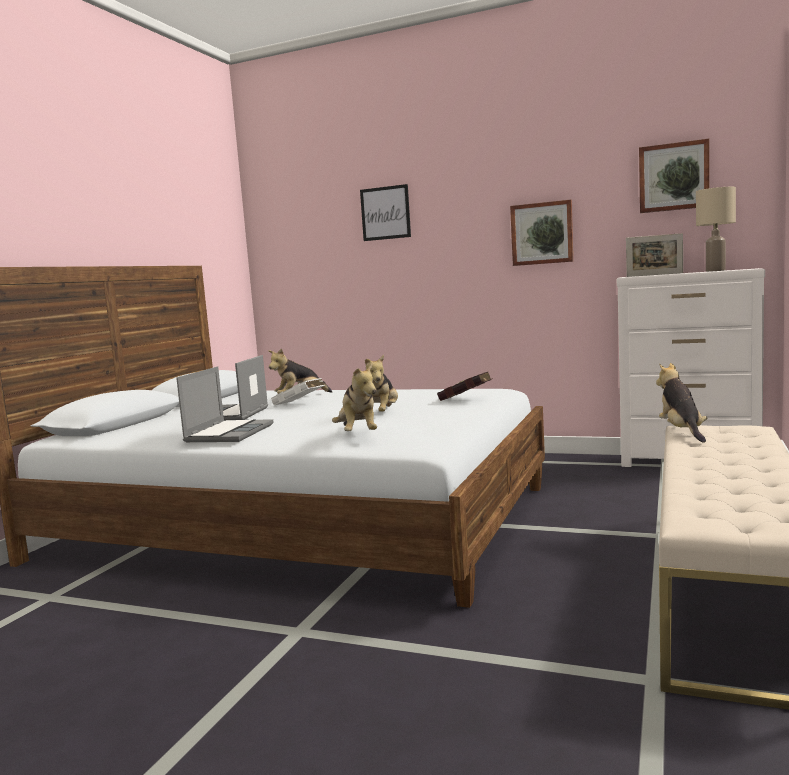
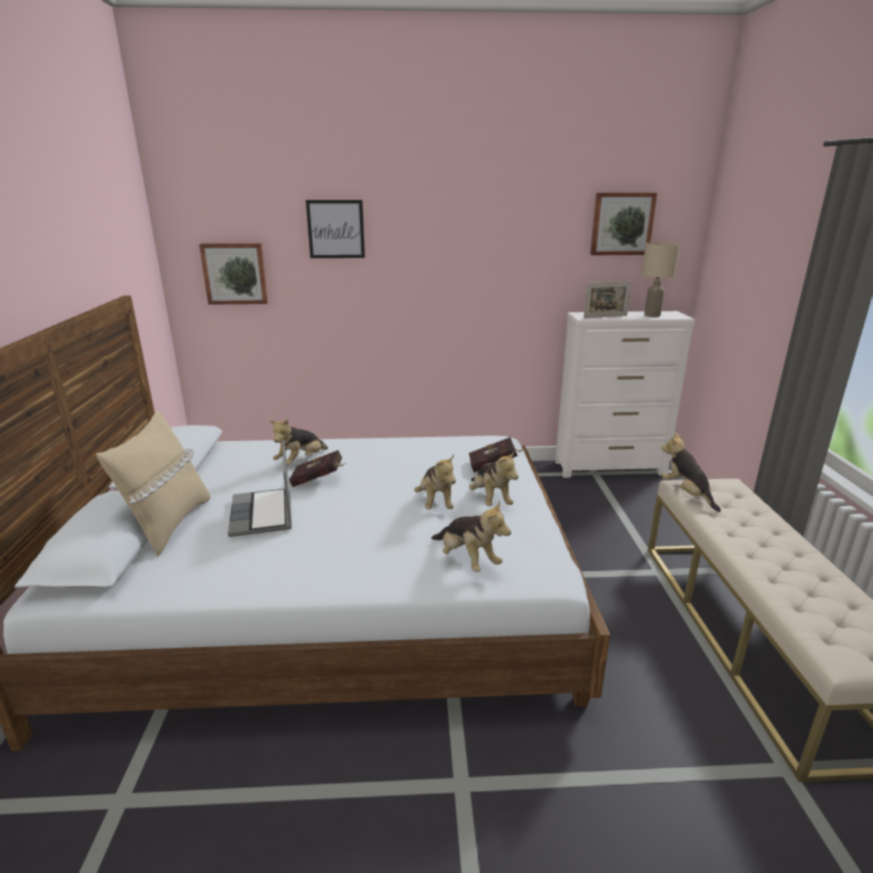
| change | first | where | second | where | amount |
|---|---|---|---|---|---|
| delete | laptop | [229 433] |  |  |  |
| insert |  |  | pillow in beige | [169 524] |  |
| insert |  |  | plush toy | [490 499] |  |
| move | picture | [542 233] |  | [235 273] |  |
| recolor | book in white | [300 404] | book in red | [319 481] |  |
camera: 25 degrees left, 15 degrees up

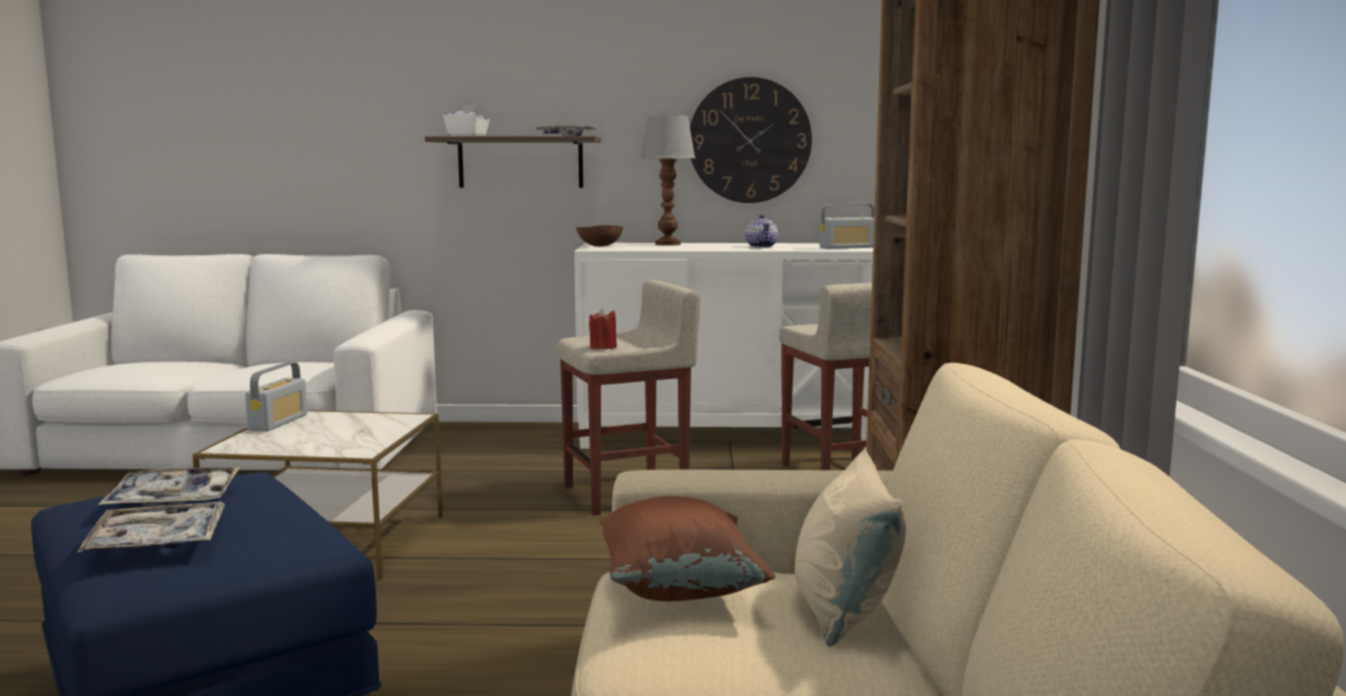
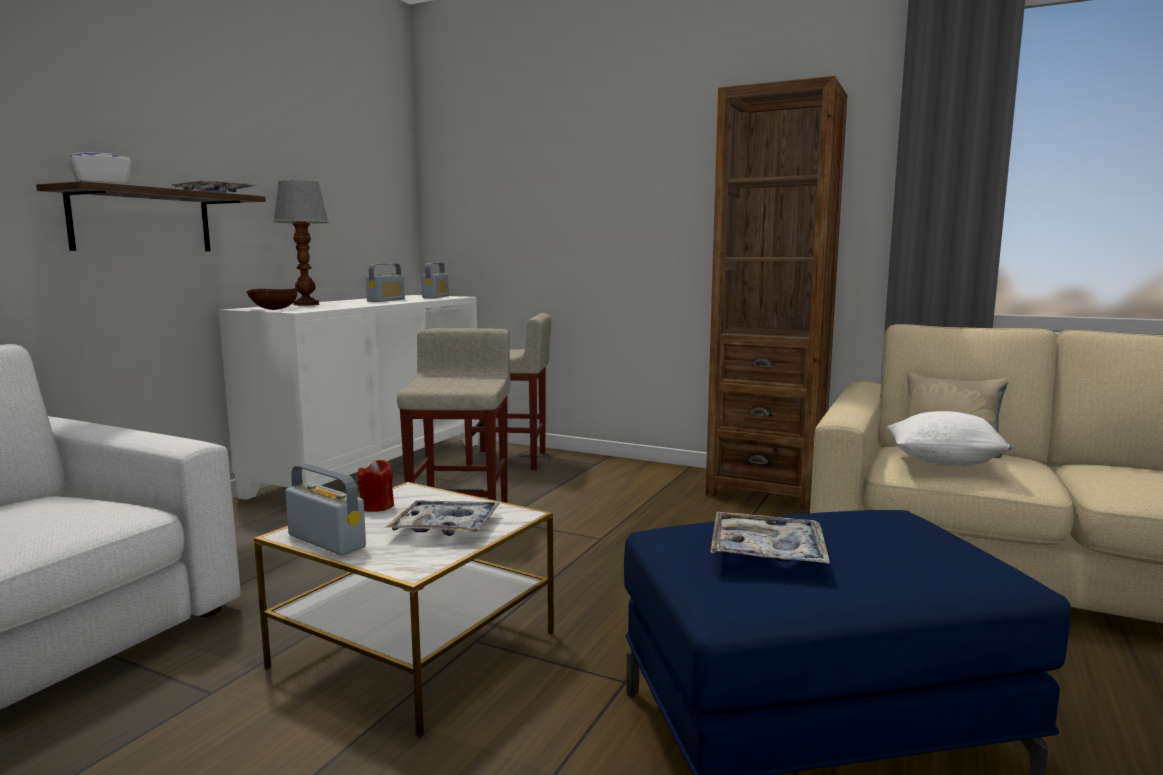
| change | first | where | second | where | amount |
|---|---|---|---|---|---|
| delete | wall clock | [749 140] |  |  |  |
| move | tray | [158 542] |  | [446 527] |  |
| move | candle in red | [603 347] |  | [377 506] |  |
| replace | teapot | [762 246] | radio | [386 300] |  |
| recolor | pillow in brown | [679 589] | pillow in white | [944 462] |  |
camera: 65 degrees left, 0 degrees up

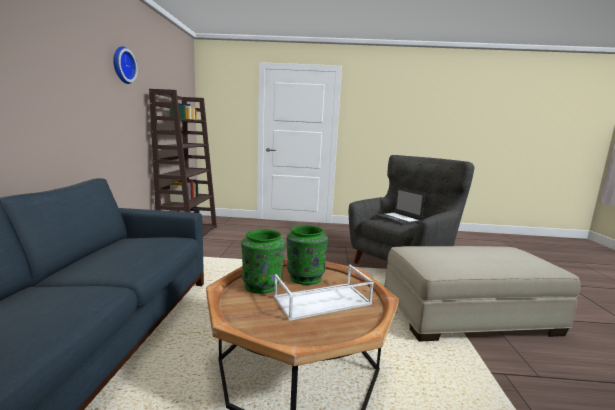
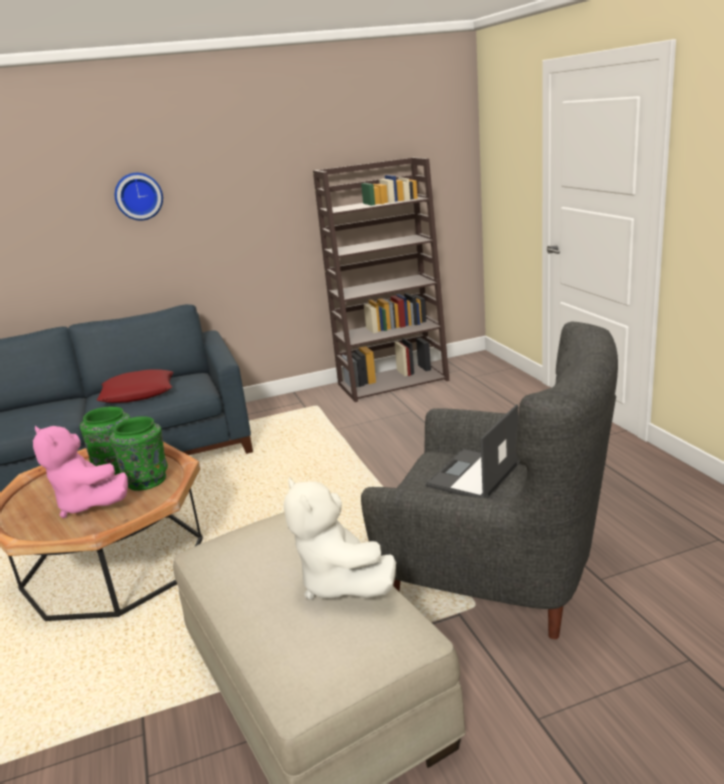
| change | first | where | second | where | amount |
|---|---|---|---|---|---|
| insert |  |  | pillow in red | [138 393] |  |
| insert |  |  | plush toy in white | [340 583] |  |
| move | wall clock | [122 65] |  | [138 196] |  |
| replace | tray in white | [322 301] | plush toy in pink | [88 504] |  |
camera: 70 degrees right, 10 degrees up

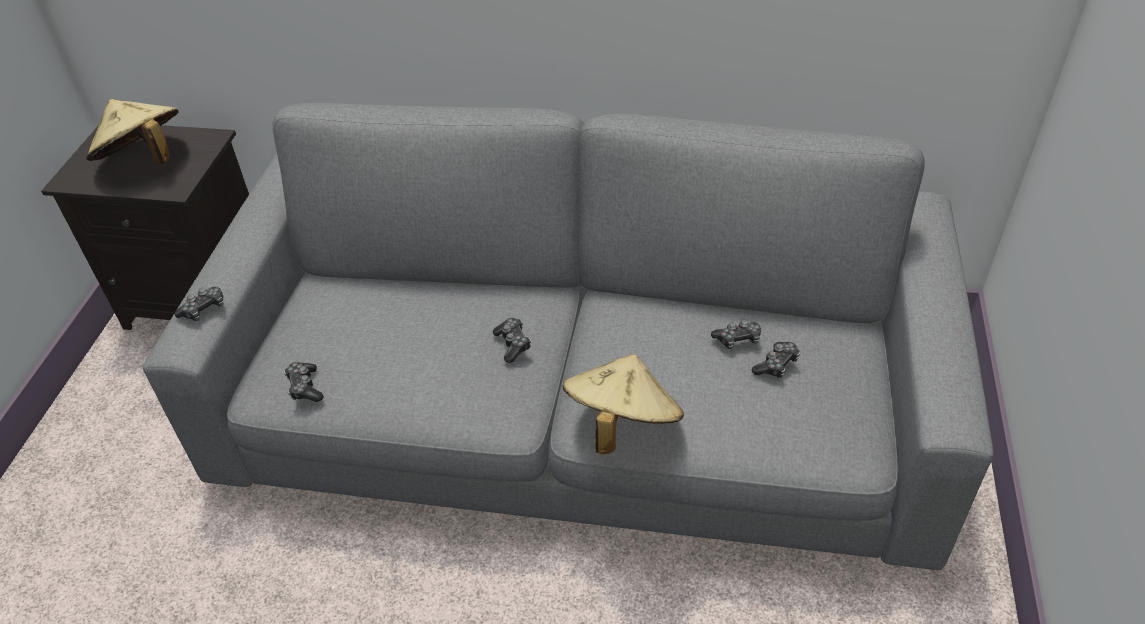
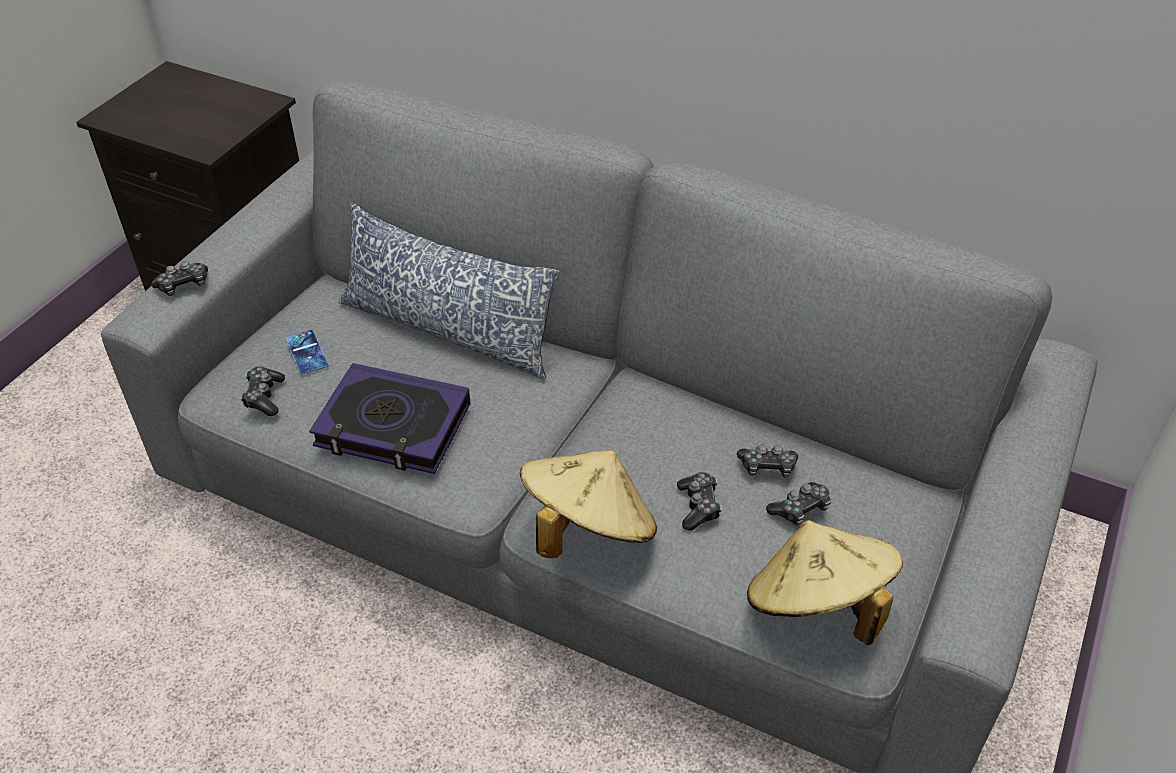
| change | first | where | second | where | amount |
|---|---|---|---|---|---|
| insert |  |  | phone | [307 352] |  |
| insert |  |  | book | [393 426] |  |
| insert |  |  | pillow | [447 330] |  |
| move | hat in beige | [144 160] |  | [816 606] |  |
| move | game controller | [513 344] |  | [698 506] |  |
camera: 15 degrees right, 0 degrees up

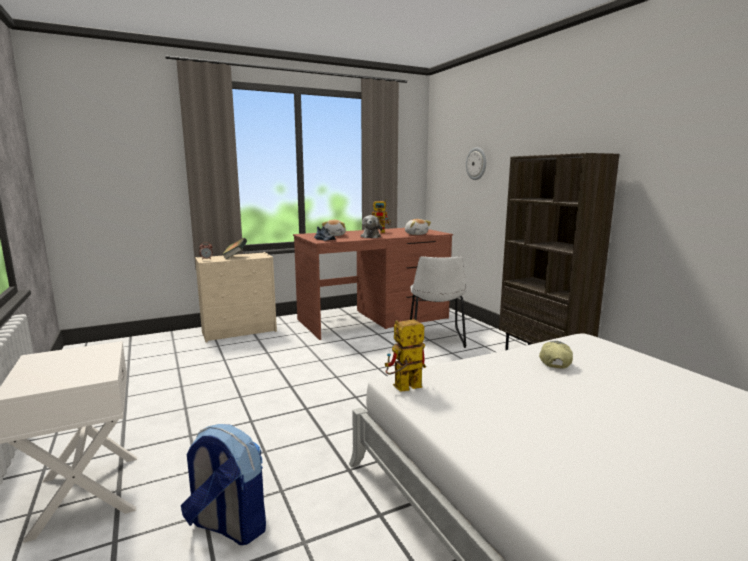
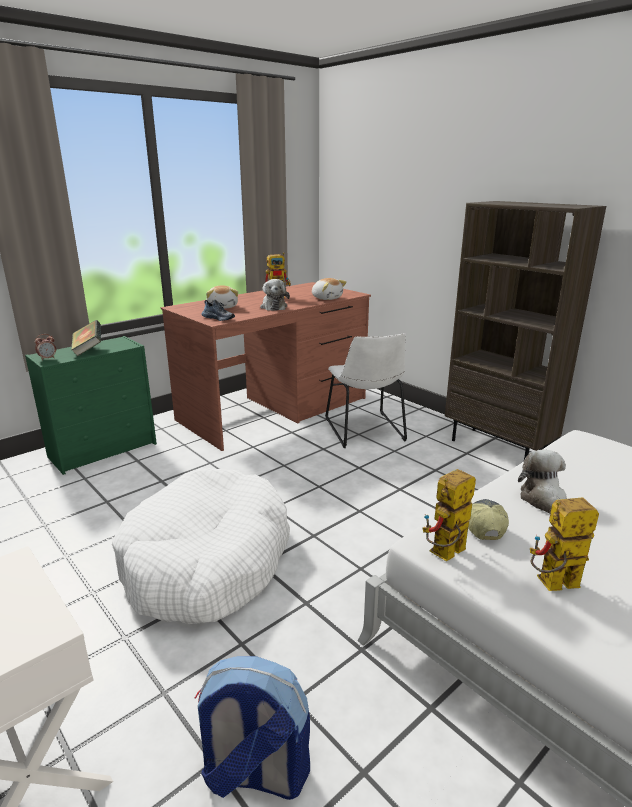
| change | first | where | second | where | amount |
|---|---|---|---|---|---|
| delete | wall clock | [476 163] |  |  |  |
| insert |  |  | dog bed in white | [207 561] |  |
| insert |  |  | plush toy | [544 501] |  |
| insert |  |  | toy robot | [552 585] |  |
| move | cap | [554 362] |  | [482 525] |  |
| recolor | dresser in beige | [240 331] | dresser in green | [104 450] |  |
camera: 15 degrees left, 10 degrees up

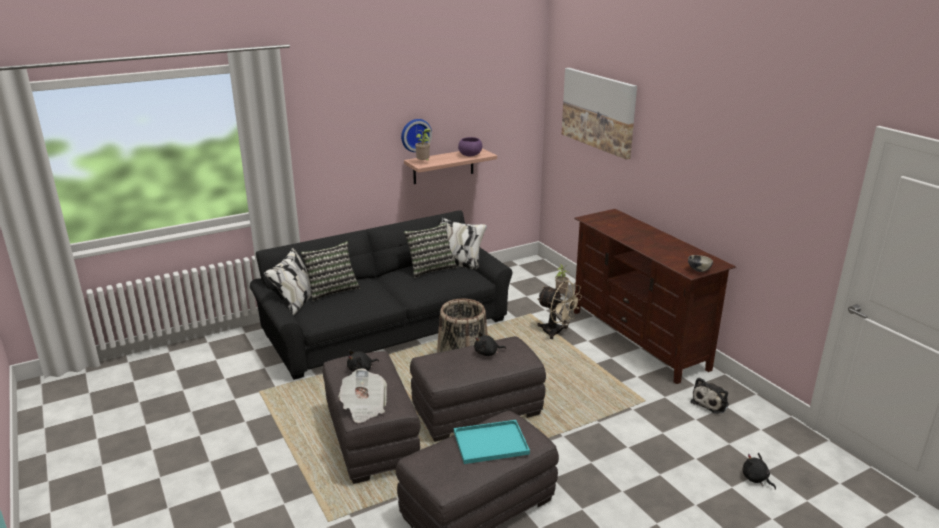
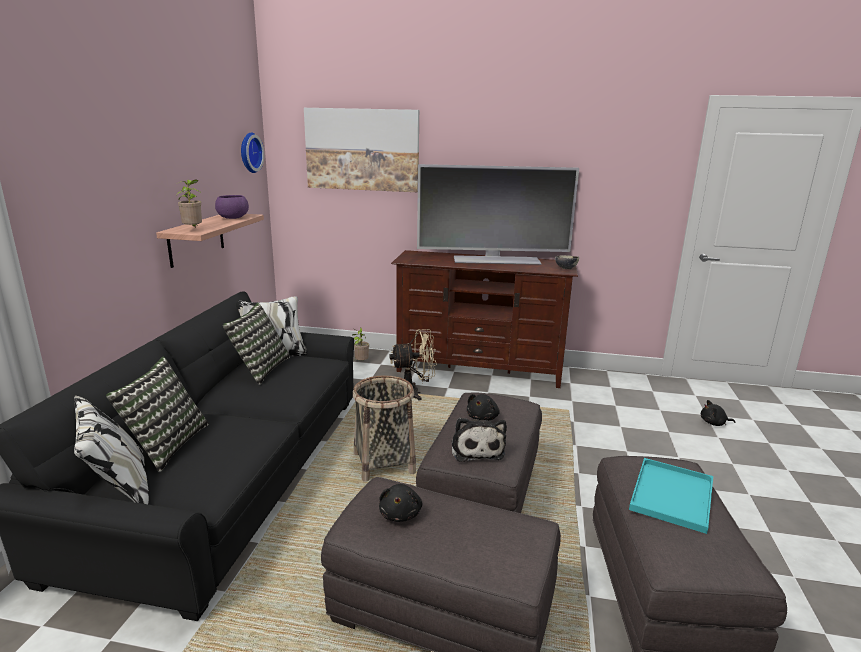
| change | first | where | second | where | amount |
|---|---|---|---|---|---|
| delete | newspaper | [364 407] |  |  |  |
| insert |  |  | television | [496 260] |  |
| move | wall clock | [415 134] |  | [249 152] |  |
| move | plush toy | [711 403] |  | [476 449] |  |
camera: 50 degrees left, 5 degrees down

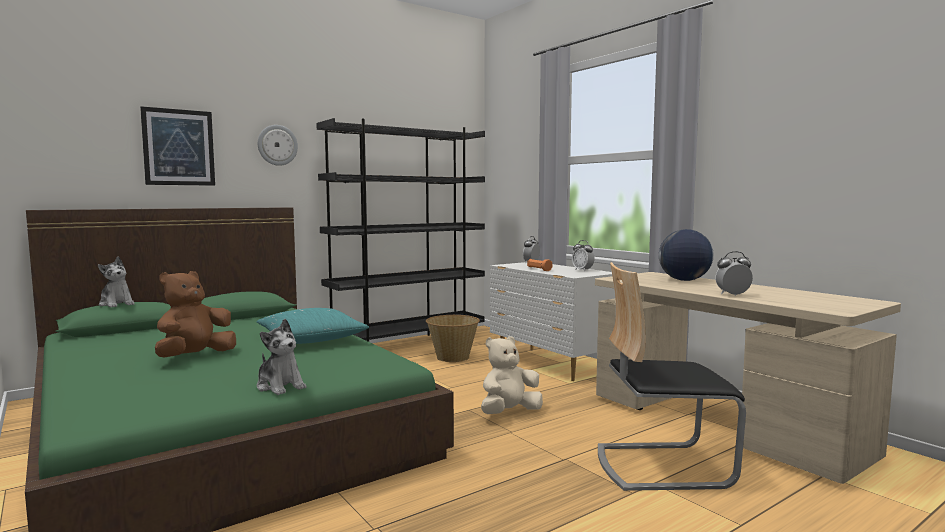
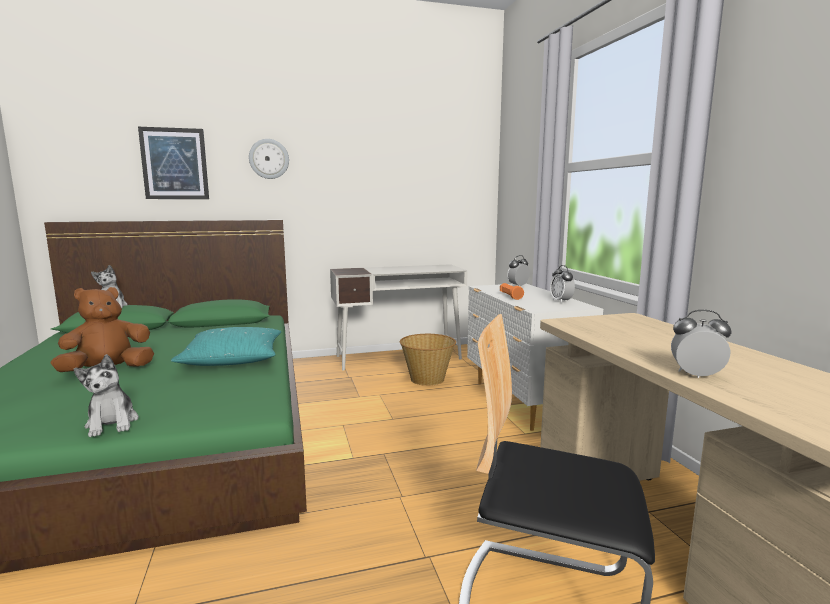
| change | first | where | second | where | amount |
|---|---|---|---|---|---|
| delete | plush toy in beige | [509 412] |  |  |  |
| delete | globe | [684 280] |  |  |  |
| replace | bookcase in black | [408 344] | desk in white | [399 357] |  |
camera: 20 degrees right, 5 degrees up

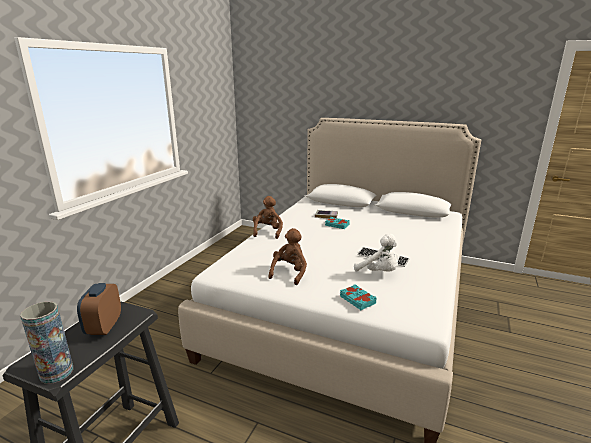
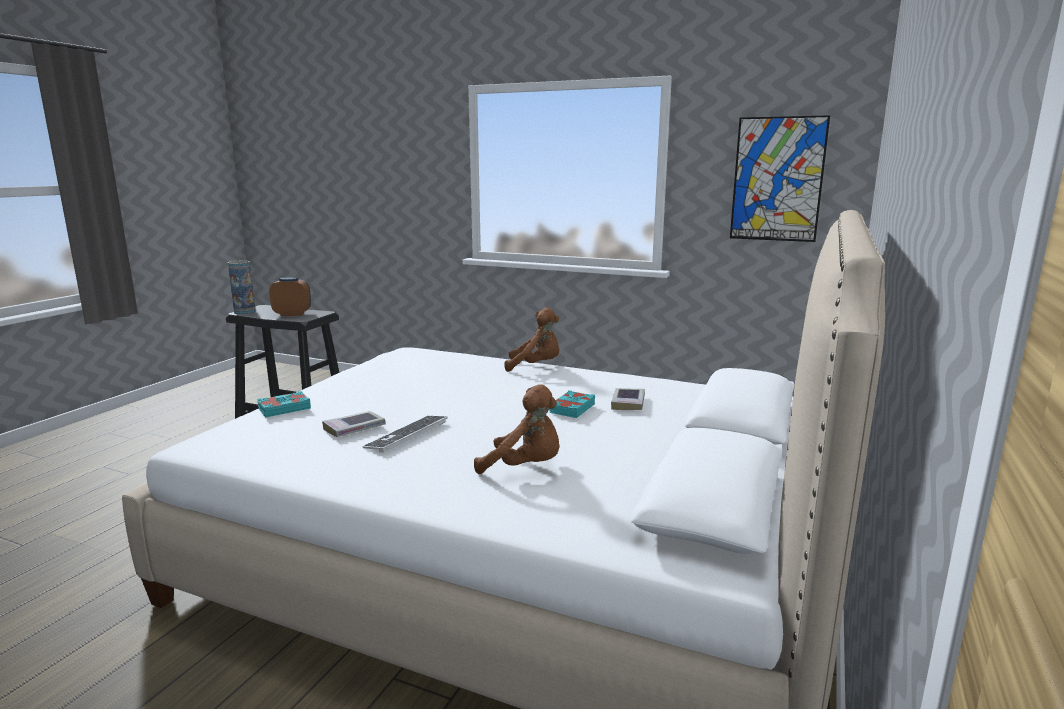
| change | first | where | second | where | amount |
|---|---|---|---|---|---|
| insert |  |  | picture | [777 179] |  |
| move | plush toy in brown | [289 273] |  | [525 467] |  |
| replace | plush toy in white | [379 272] | book | [354 428] |  |
camera: 90 degrees right, 5 degrees down

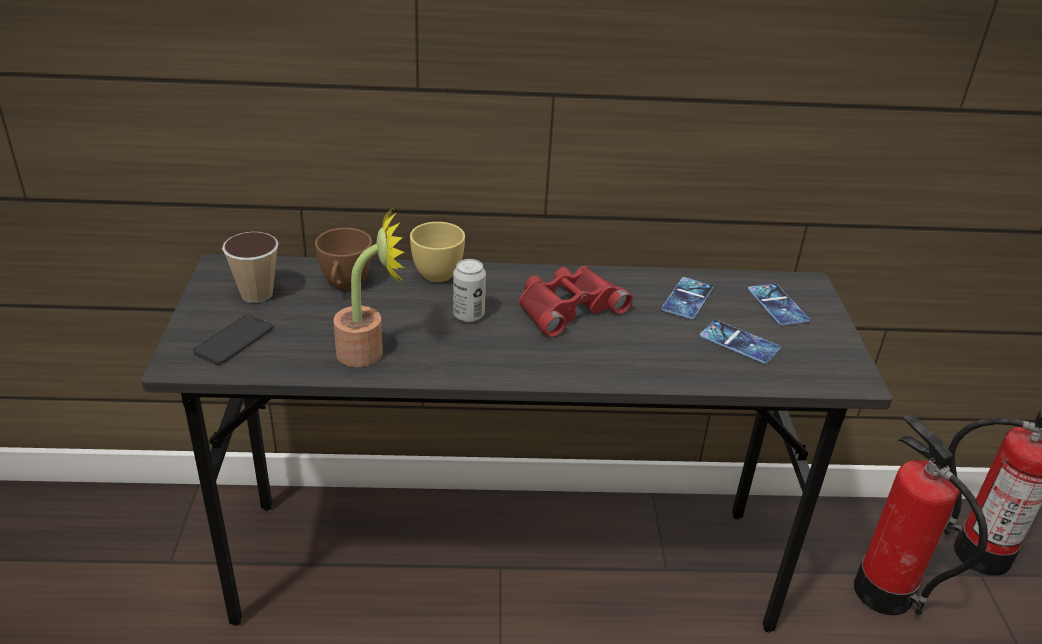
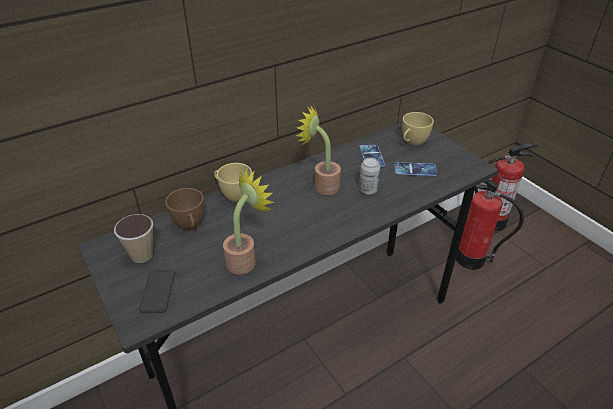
| change | first | where | second | where | amount |
|---|---|---|---|---|---|
| move | can | [468 315] |  | [368 190] |  |
| replace | binoculars in red | [568 307] | potted plant | [322 185] |  |
| replace | phone | [777 305] | cup in yellow | [412 142] |  |
camera: 30 degrees left, 5 degrees up

